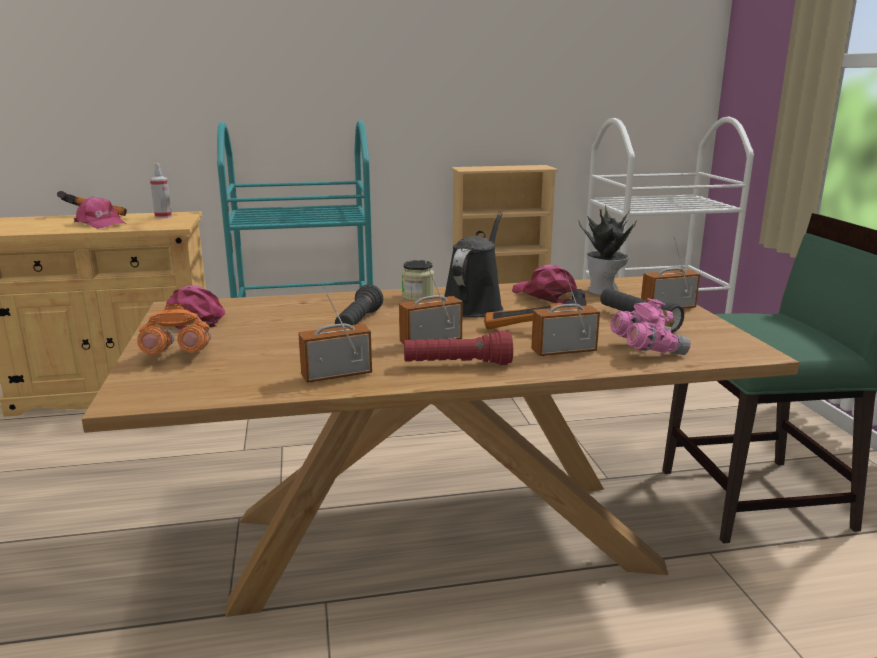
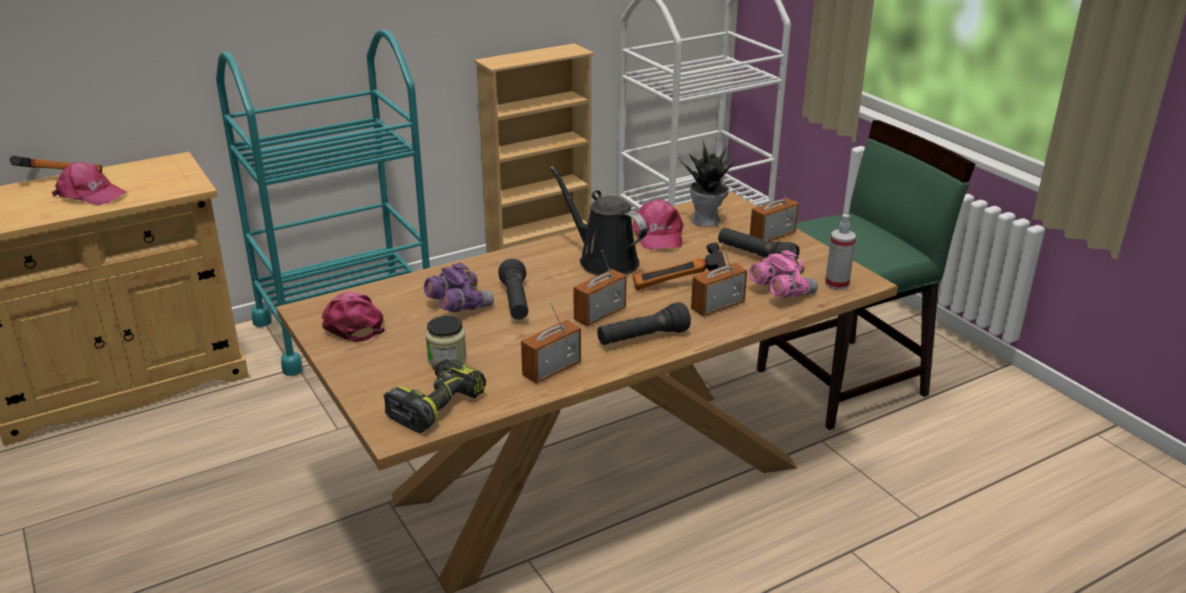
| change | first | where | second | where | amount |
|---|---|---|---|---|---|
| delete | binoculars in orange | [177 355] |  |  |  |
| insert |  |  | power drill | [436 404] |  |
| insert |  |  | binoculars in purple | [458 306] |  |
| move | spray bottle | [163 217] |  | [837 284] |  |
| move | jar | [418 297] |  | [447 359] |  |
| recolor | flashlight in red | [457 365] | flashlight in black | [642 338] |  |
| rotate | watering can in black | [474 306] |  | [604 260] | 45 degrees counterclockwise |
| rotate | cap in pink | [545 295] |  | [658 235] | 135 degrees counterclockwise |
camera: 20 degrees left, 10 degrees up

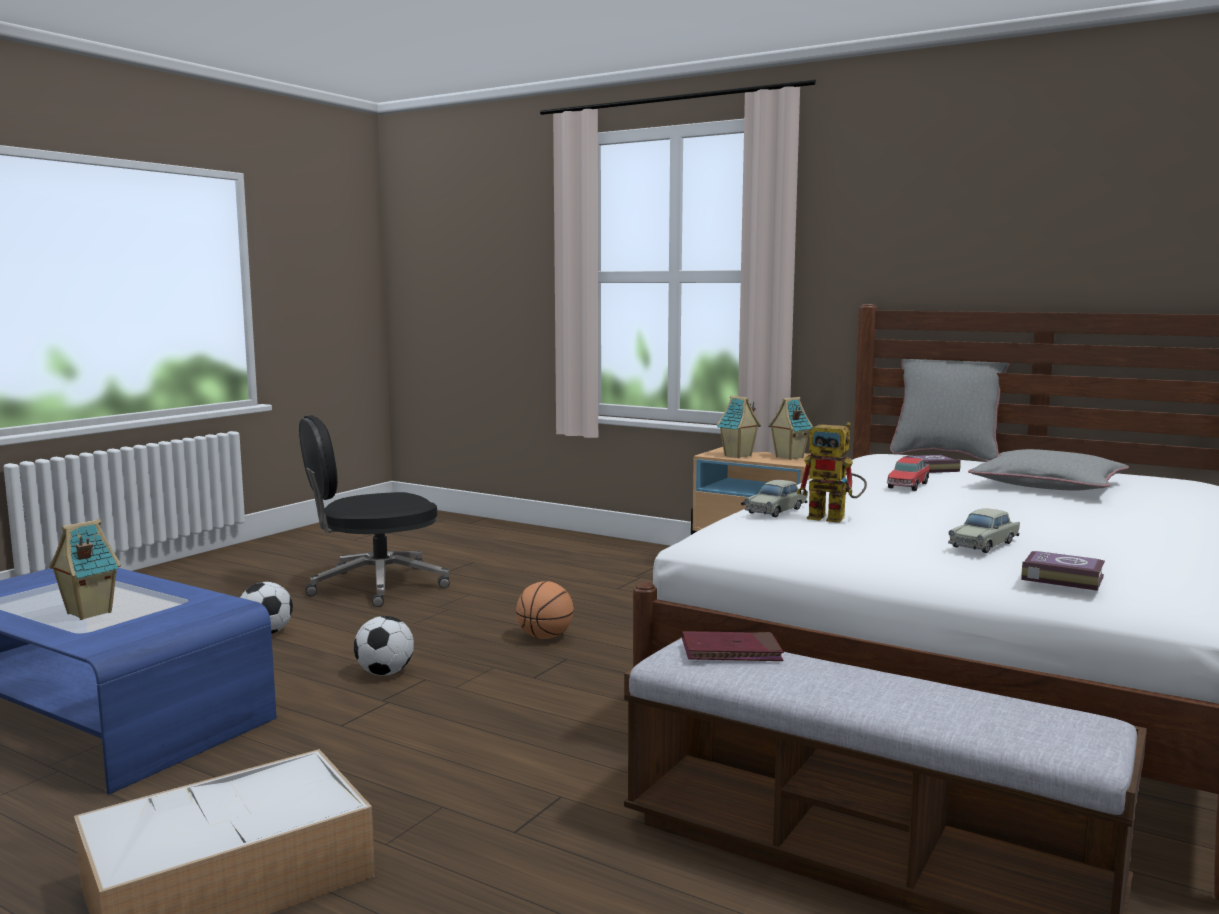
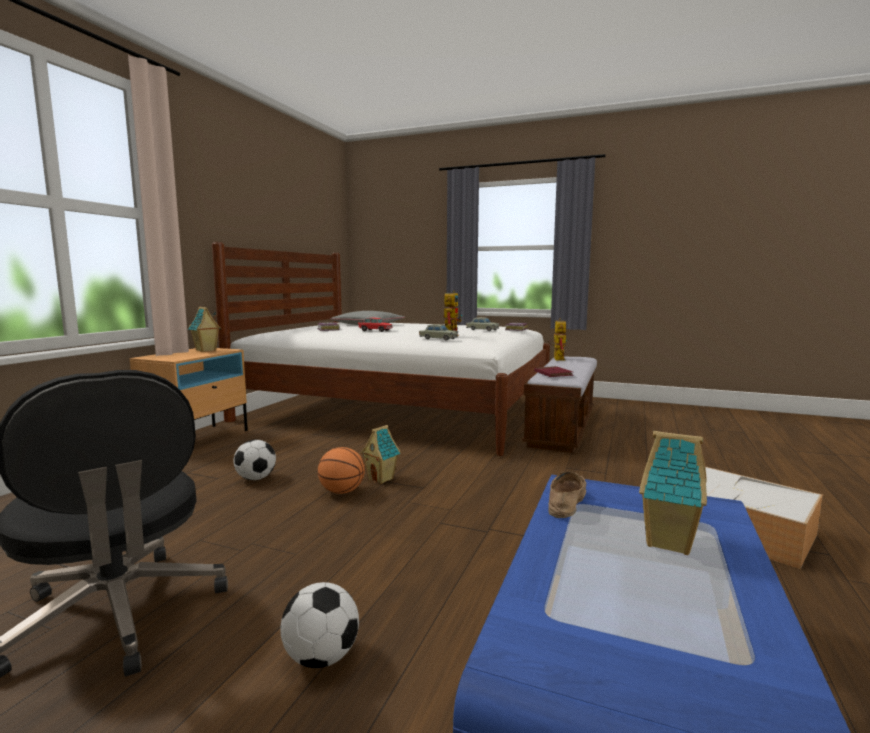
| change | first | where | second | where | amount |
|---|---|---|---|---|---|
| delete | pillow in grey | [945 455] |  |  |  |
| insert |  |  | toy robot | [557 358] |  |
| insert |  |  | shoe in beige | [564 501] |  |
| move | football | [384 673] |  | [256 478] |  |
| move | toy house | [738 456] |  | [381 479] |  |
camera: 100 degrees left, 0 degrees up

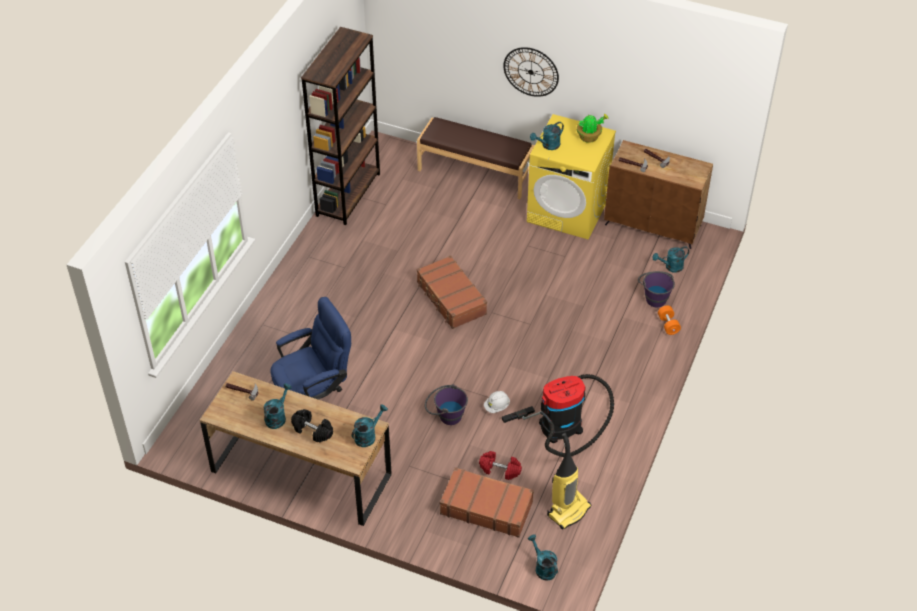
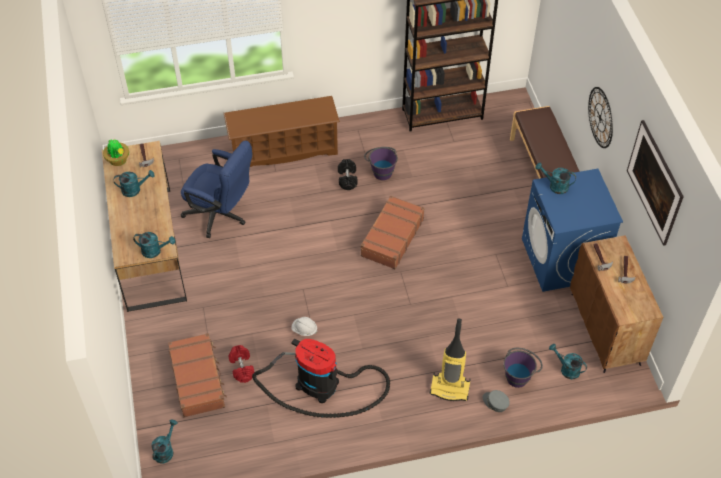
| change | first | where | second | where | amount |
|---|---|---|---|---|---|
| insert |  |  | shoe rack in brown | [284 150] |  |
| insert |  |  | picture | [650 194] |  |
| move | dumbbell in black | [312 431] |  | [347 179] |  |
| move | bucket in purple | [446 415] |  | [381 170] |  |
| move | vacuum cleaner | [568 510] |  | [450 388] |  |
| move | potted plant | [589 137] |  | [118 160] |  |
| replace | dumbbell in orange | [668 325] | cap in grey | [495 403] |  |
| recolor | washing machine in yellow | [568 211] | washing machine in blue | [562 259] |  |
camera: 55 degrees right, 5 degrees up

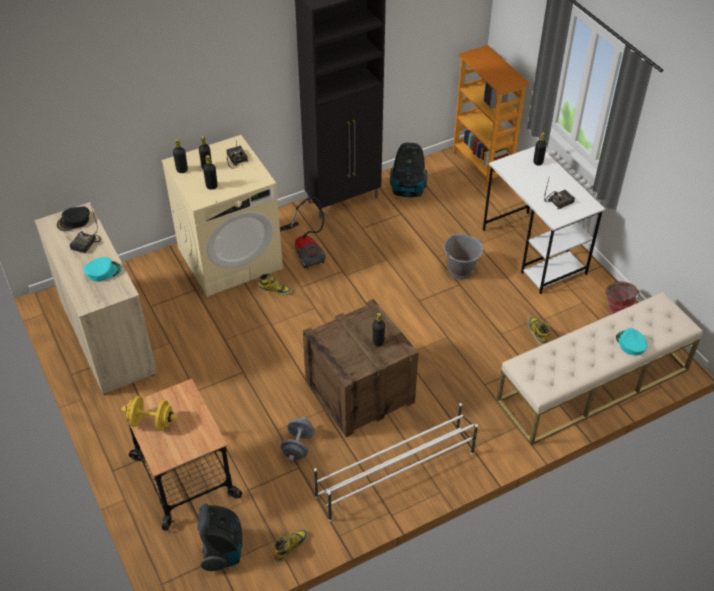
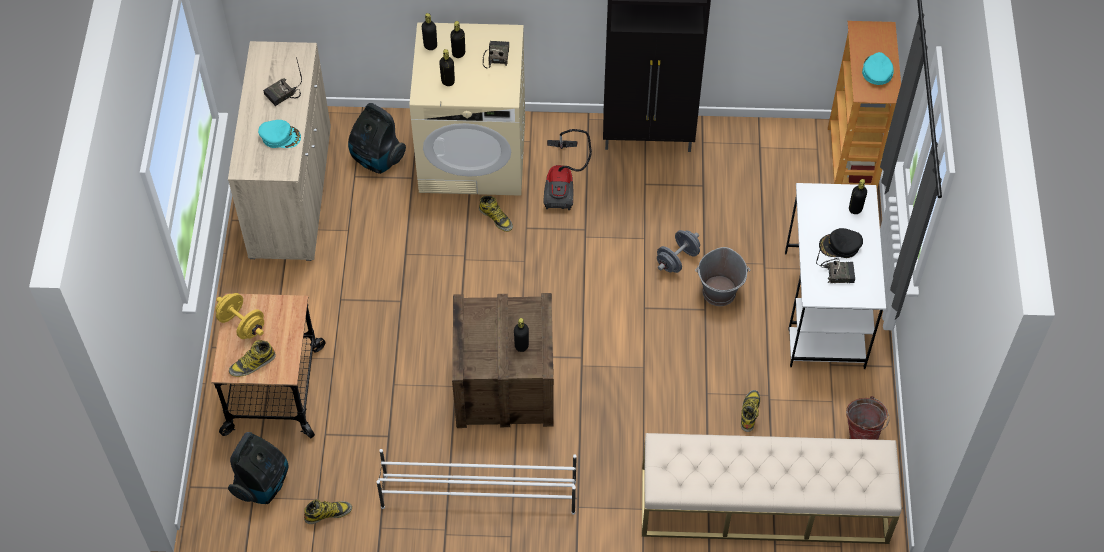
| change | first | where | second | where | amount |
|---|---|---|---|---|---|
| insert |  |  | boot | [252 364] |  |
| move | cap in black | [74 221] |  | [840 246] |  |
| move | dumbbell in grey | [298 447] |  | [677 259] |  |
| move | vacuum cleaner | [408 191] |  | [376 159] |  |
| move | cap in turquoise | [630 343] |  | [877 71] |  |
camera: 30 degrees right, 10 degrees up

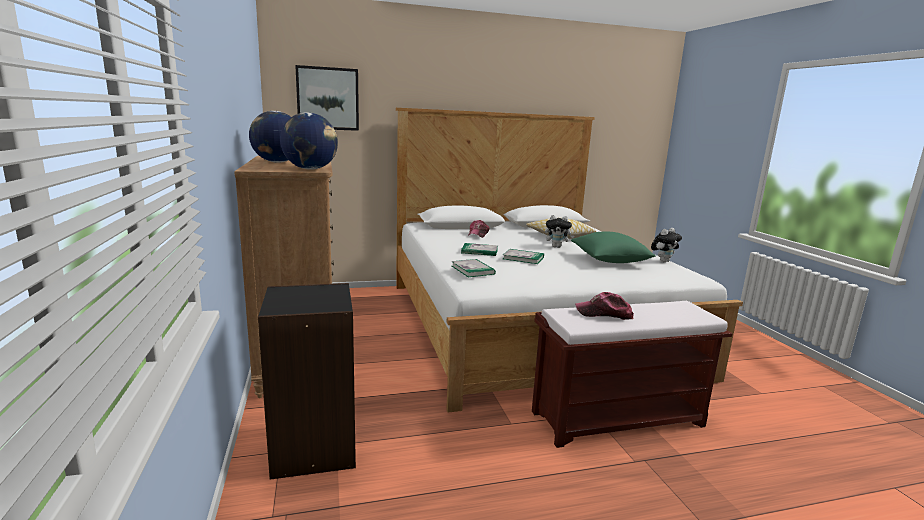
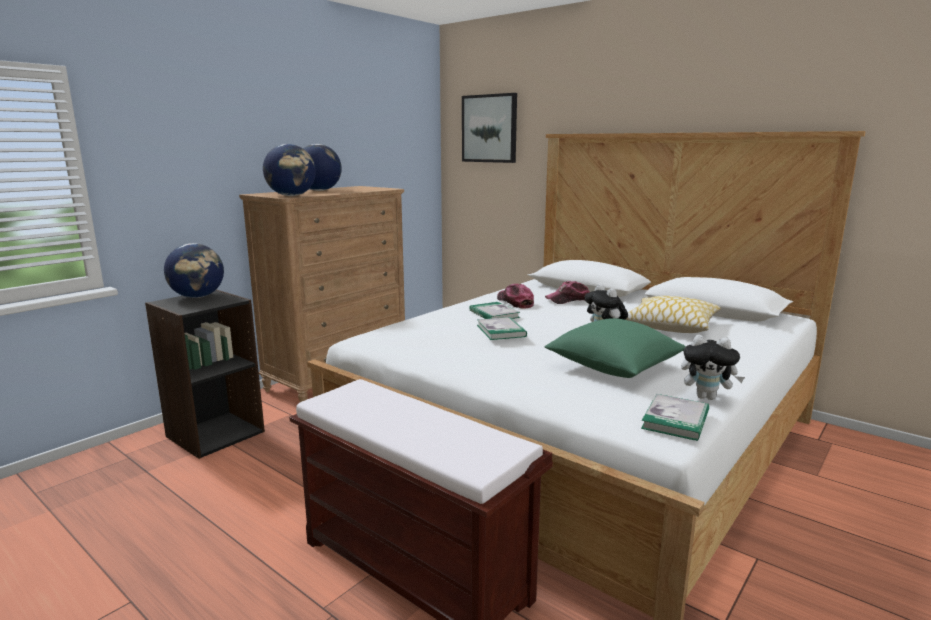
| change | first | where | second | where | amount |
|---|---|---|---|---|---|
| insert |  |  | globe | [198 297] |  |
| move | book | [472 270] |  | [675 420] |  |
| move | cap | [604 314] |  | [515 302] |  |
camera: 55 degrees right, 0 degrees up

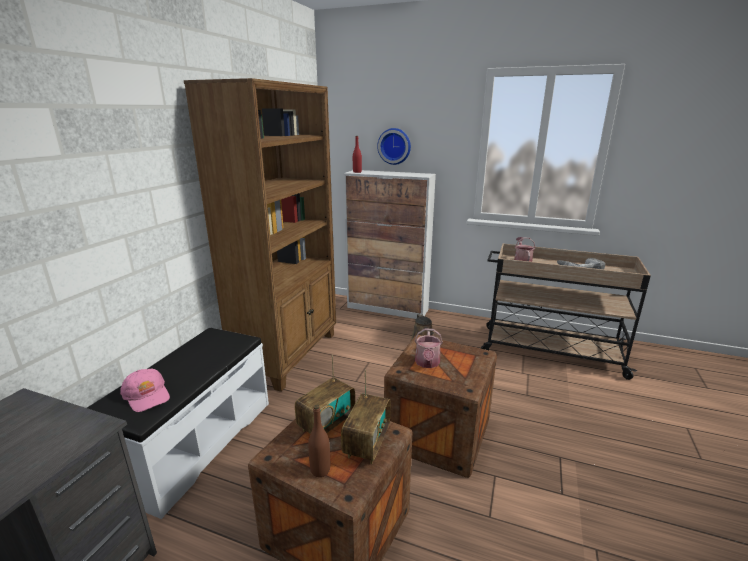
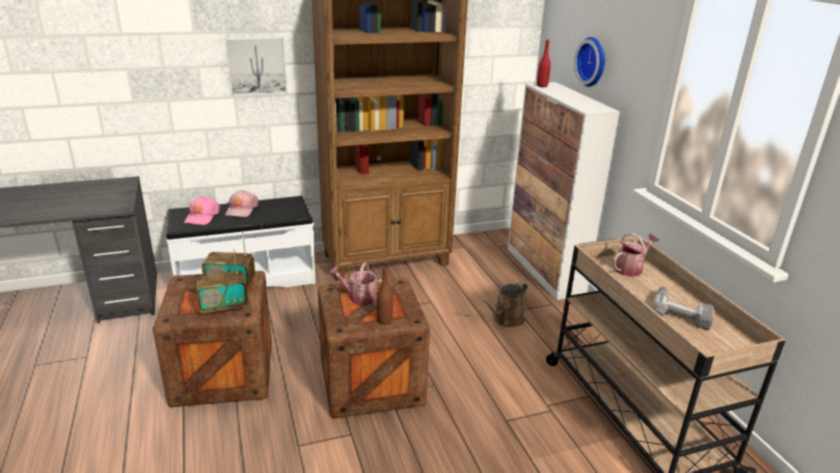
| change | first | where | second | where | amount |
|---|---|---|---|---|---|
| insert |  |  | picture | [256 65] |  |
| insert |  |  | cap in pink | [241 209] |  |
| move | bottle in brown | [320 470] |  | [384 320] |  |
| rotate | watering can | [427 363] |  | [359 297] | 45 degrees clockwise |
camera: 50 degrees right, 5 degrees up

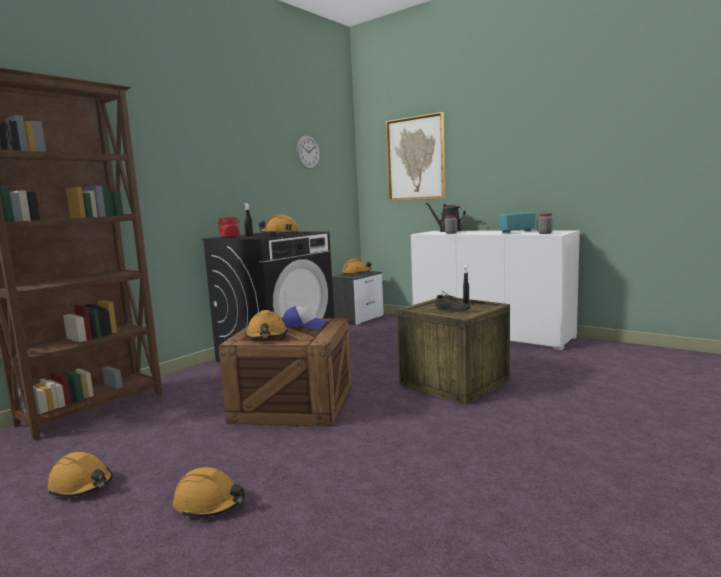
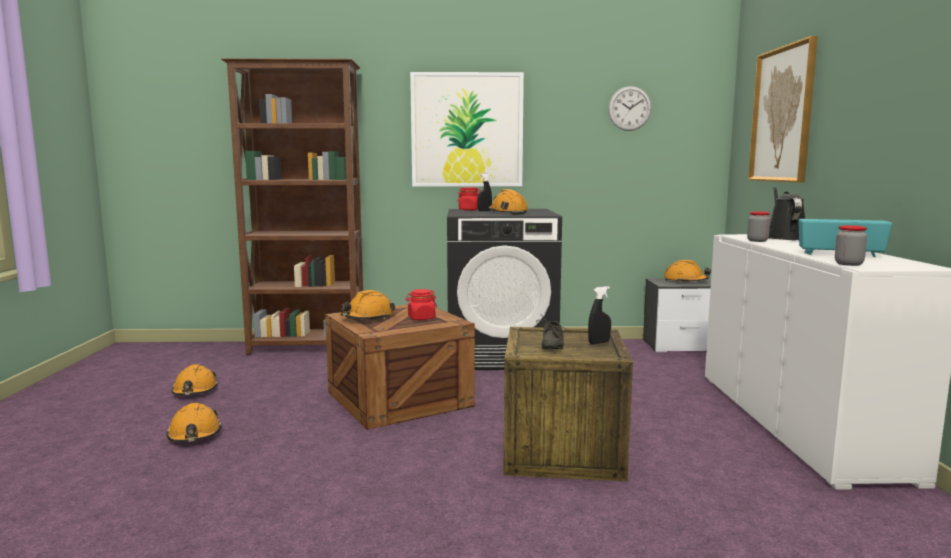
| change | first | where | second | where | amount |
|---|---|---|---|---|---|
| insert |  |  | picture | [467 130] |  |
| replace | cap | [304 325] | jar in red | [421 318] |  |
camera: 50 degrees right, 0 degrees up

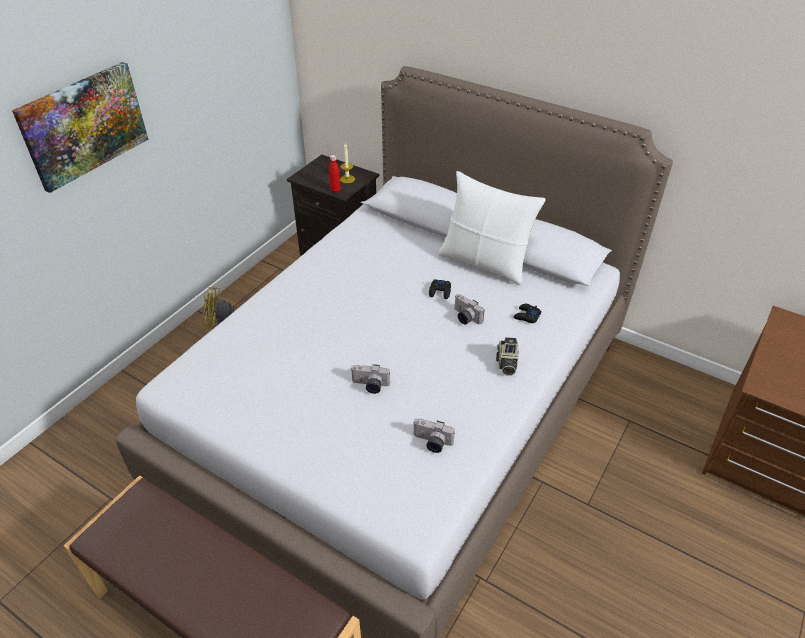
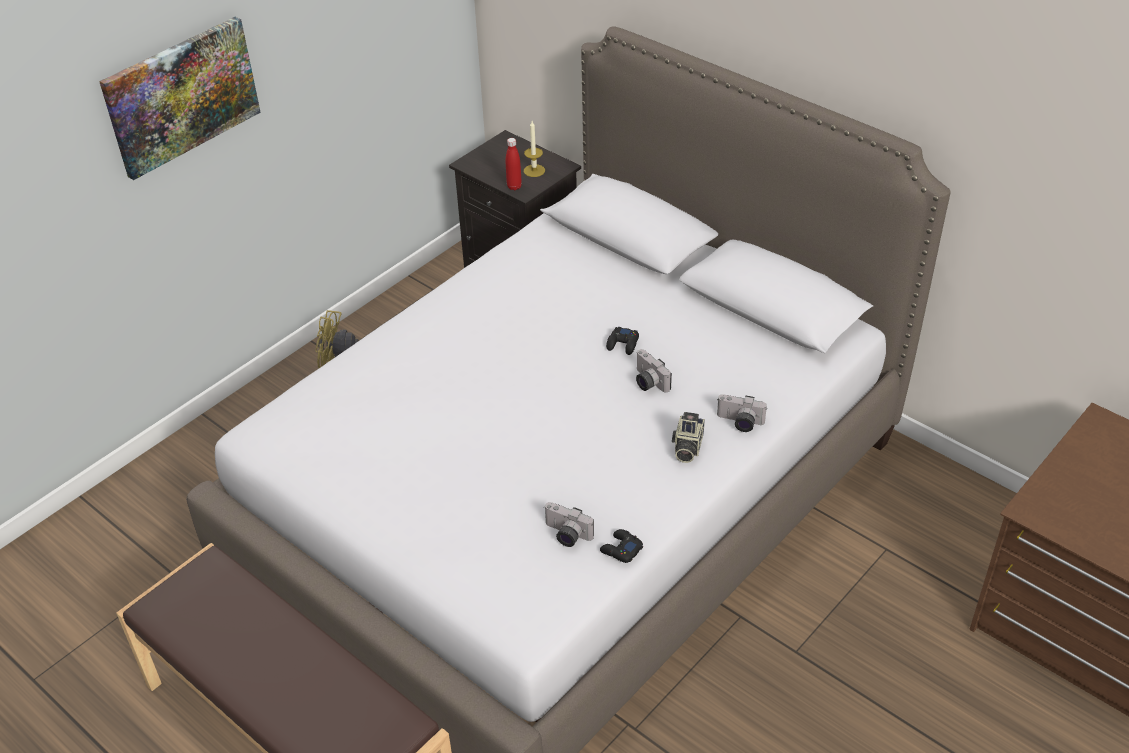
| change | first | where | second | where | amount |
|---|---|---|---|---|---|
| delete | pillow in white | [485 262] |  |  |  |
| move | photo camera | [370 386] |  | [739 423] |  |
| move | game controller in black | [526 316] |  | [621 549] |  |
camera: 10 degrees right, 0 degrees up

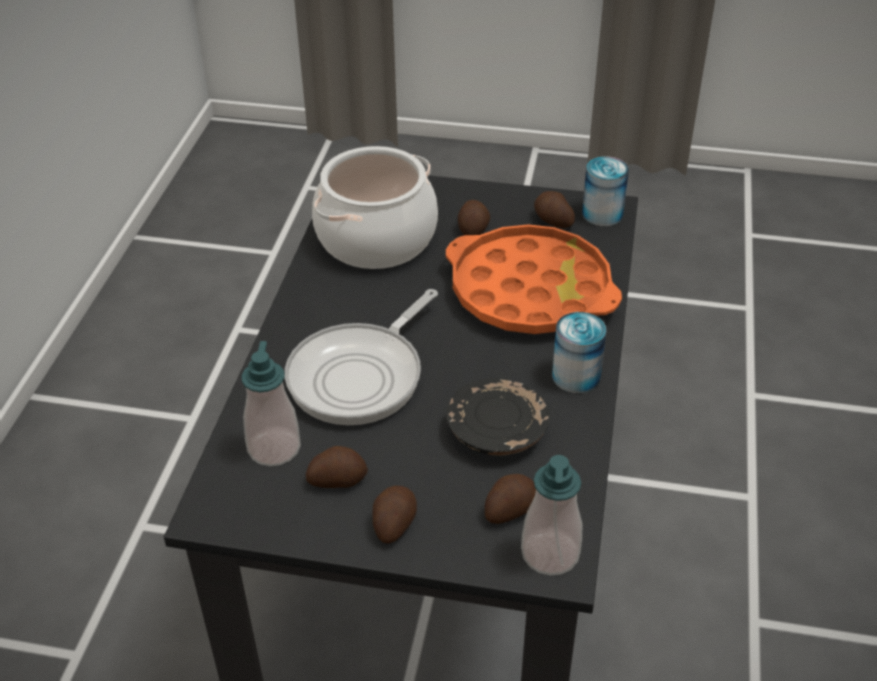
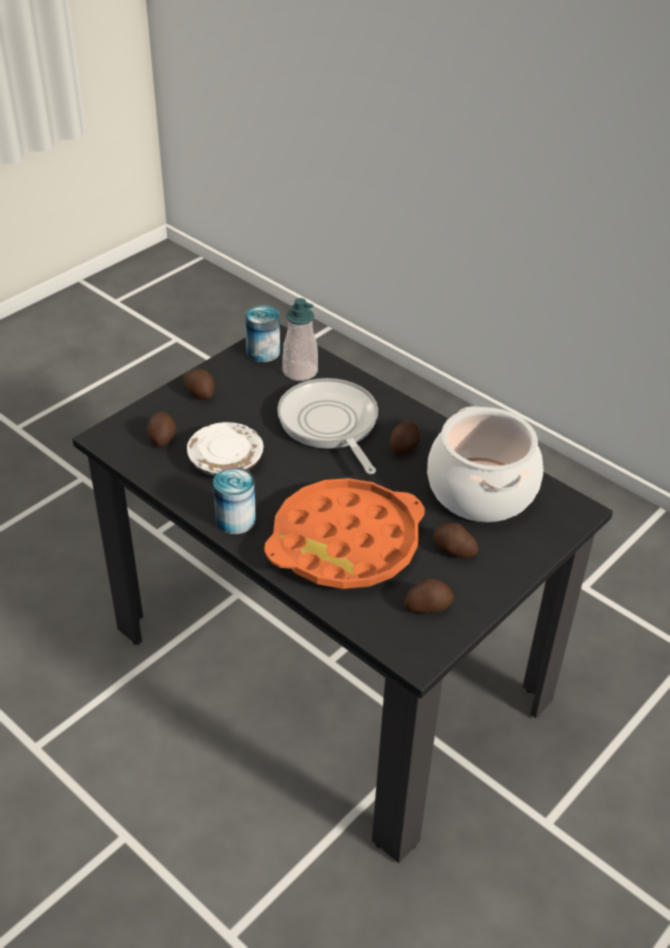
| change | first | where | second | where | amount |
|---|---|---|---|---|---|
| delete | soap dispenser | [550 553] |  |  |  |
| move | potato | [337 479] |  | [405 446] |  |
| move | can | [602 214] |  | [263 352] |  |
| recolor | plate in black | [496 430] | plate in white | [226 460] |  |
camera: 120 degrees right, 0 degrees up

